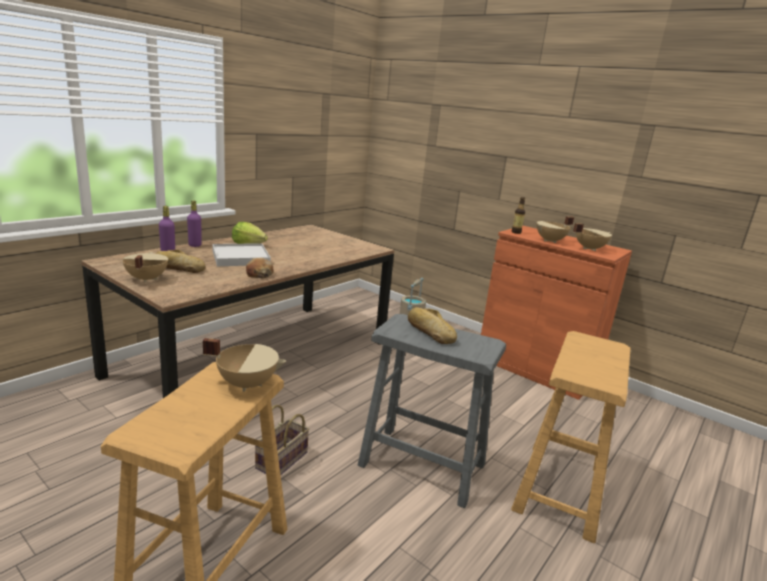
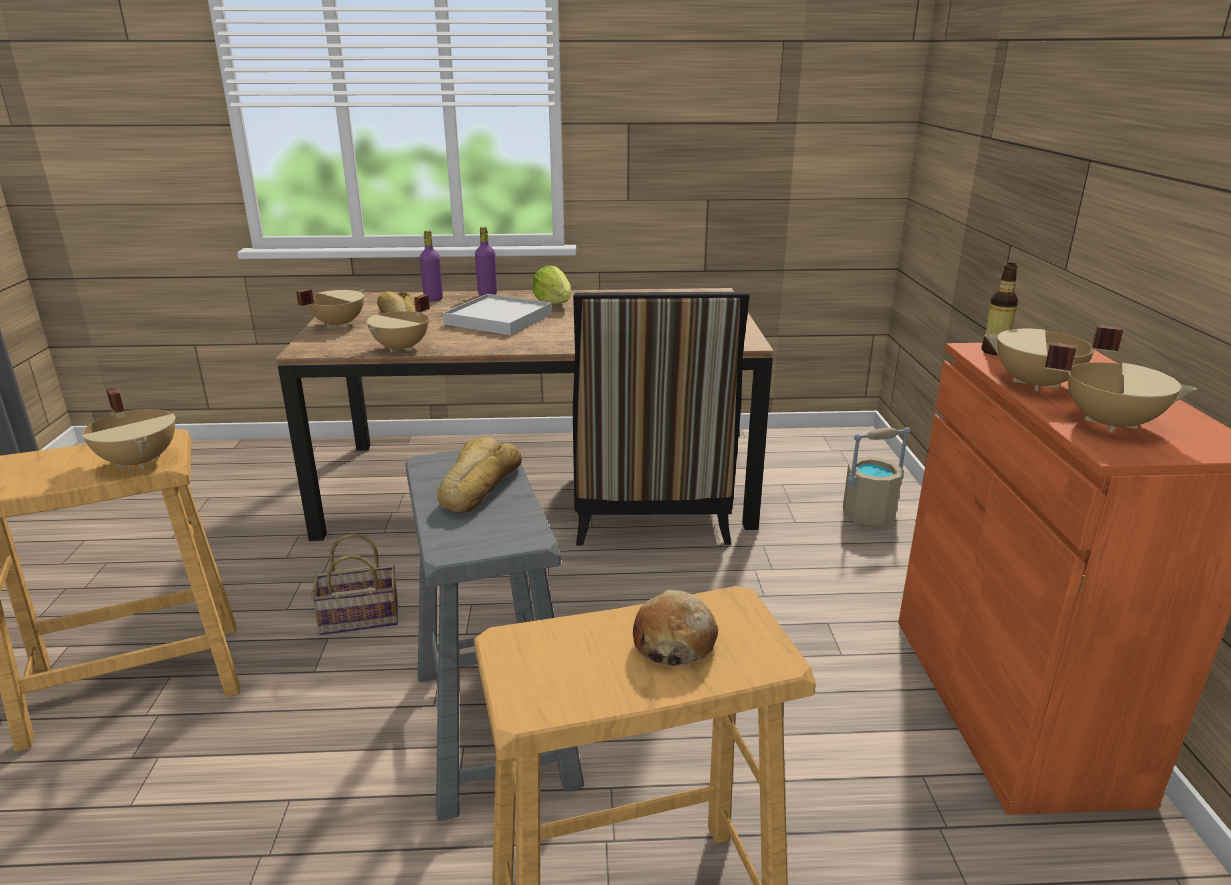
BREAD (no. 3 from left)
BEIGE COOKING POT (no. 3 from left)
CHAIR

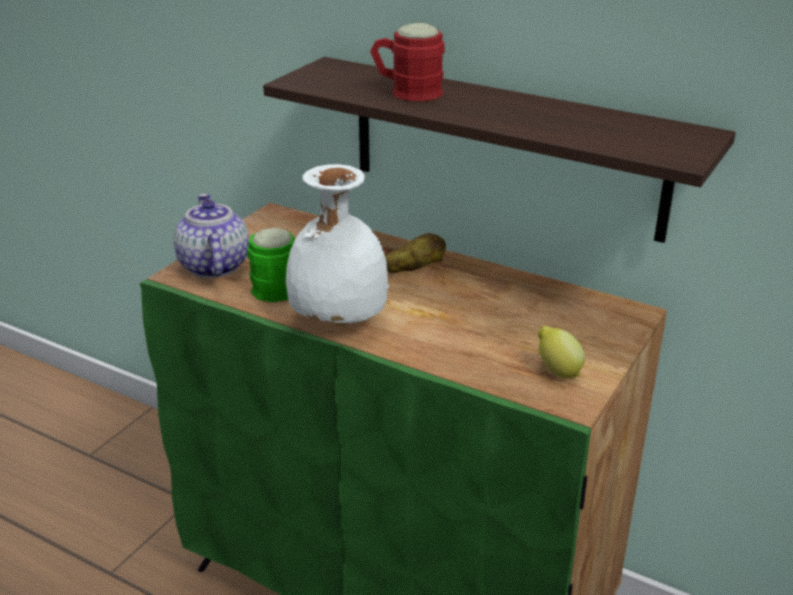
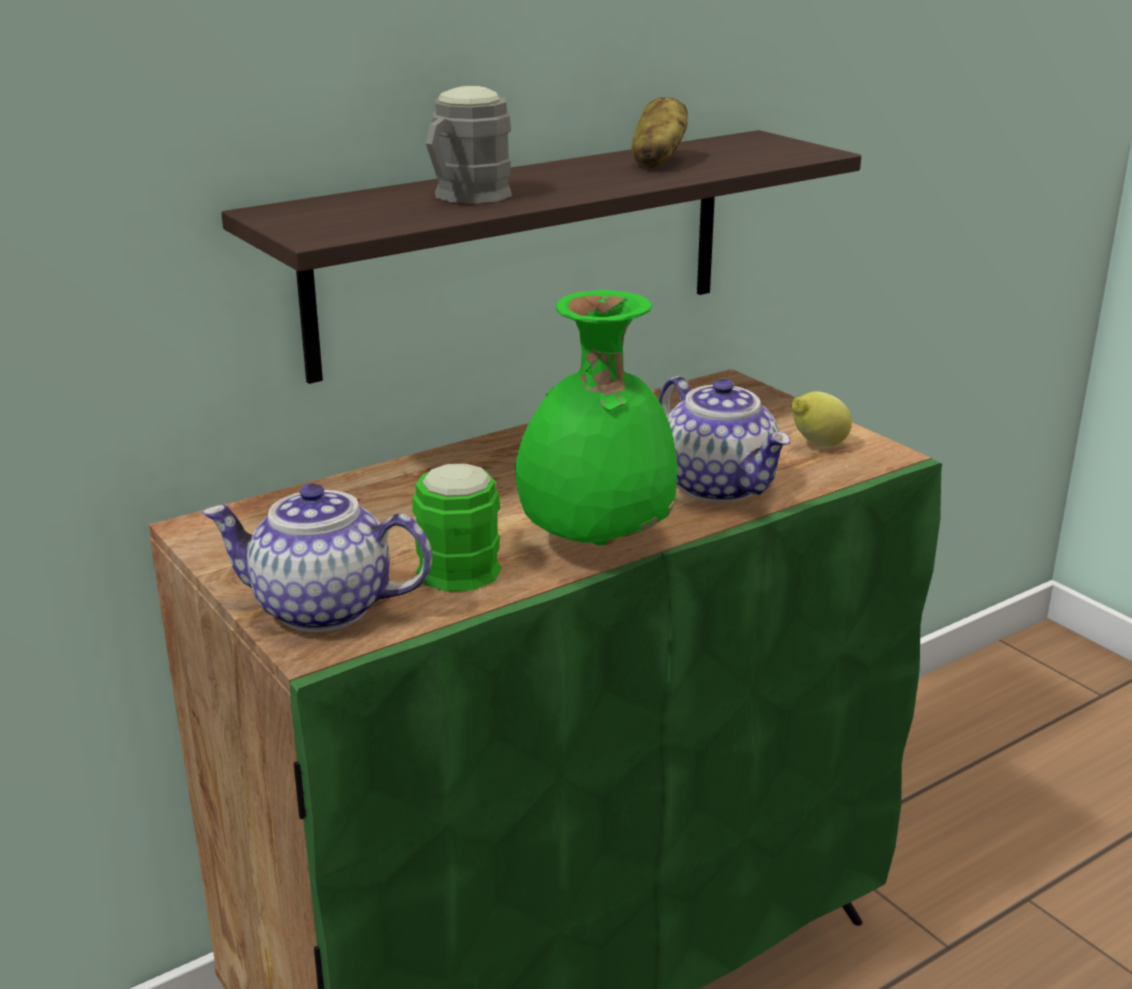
GREEN VASE
GREY MUG
POTATO
TEAPOT (no. 2 from left)

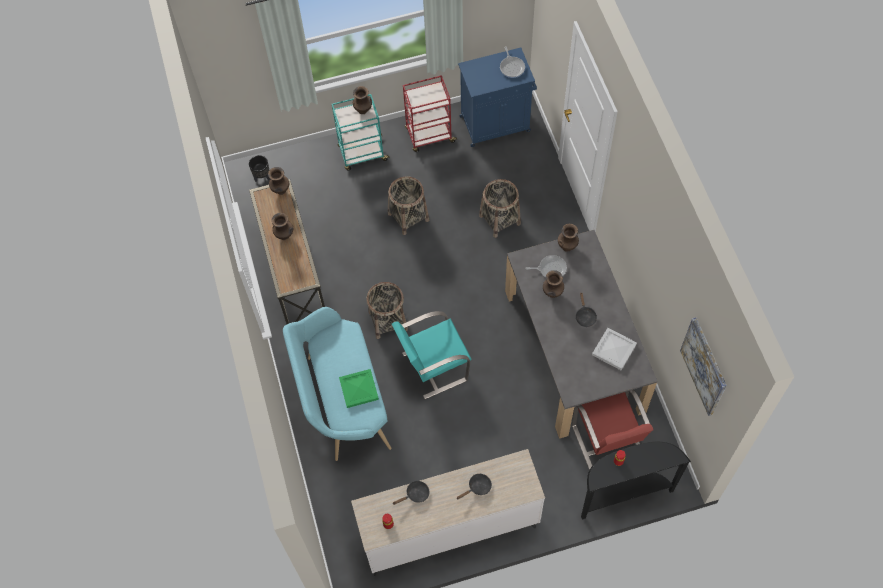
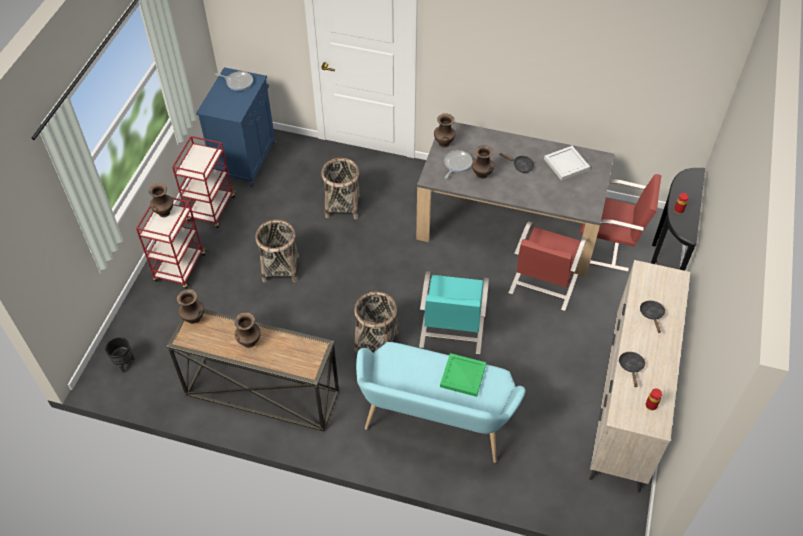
RED CART (no. 1 from left)
PICTURE
RED CHAIR (no. 1 from left)

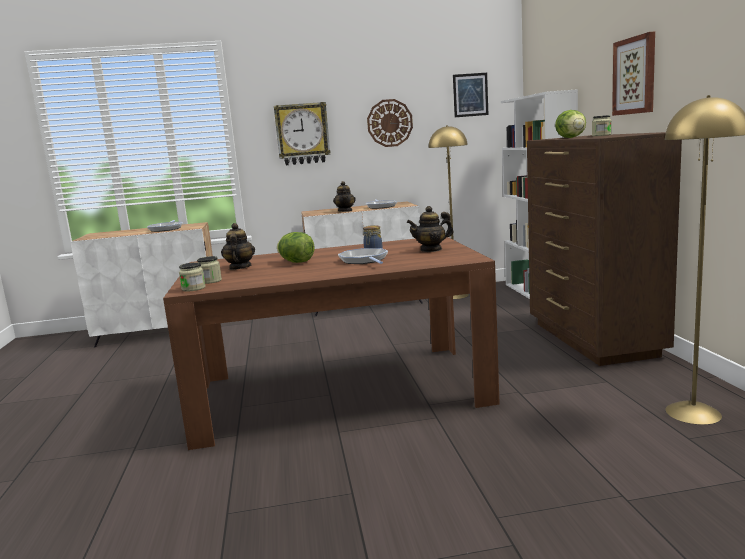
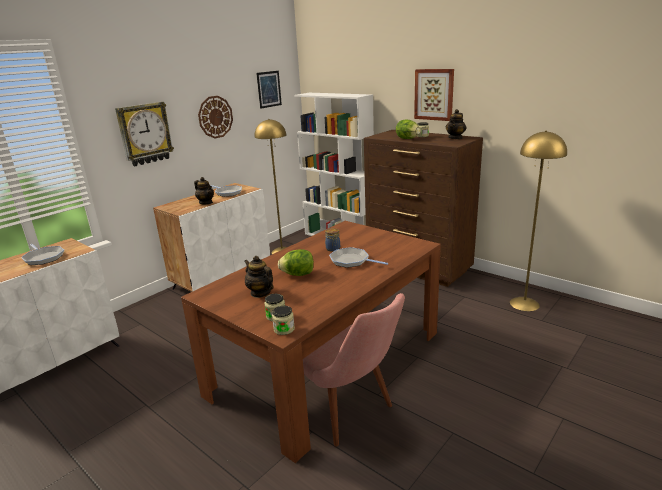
TEAPOT (no. 3 from left)
PINK CHAIR

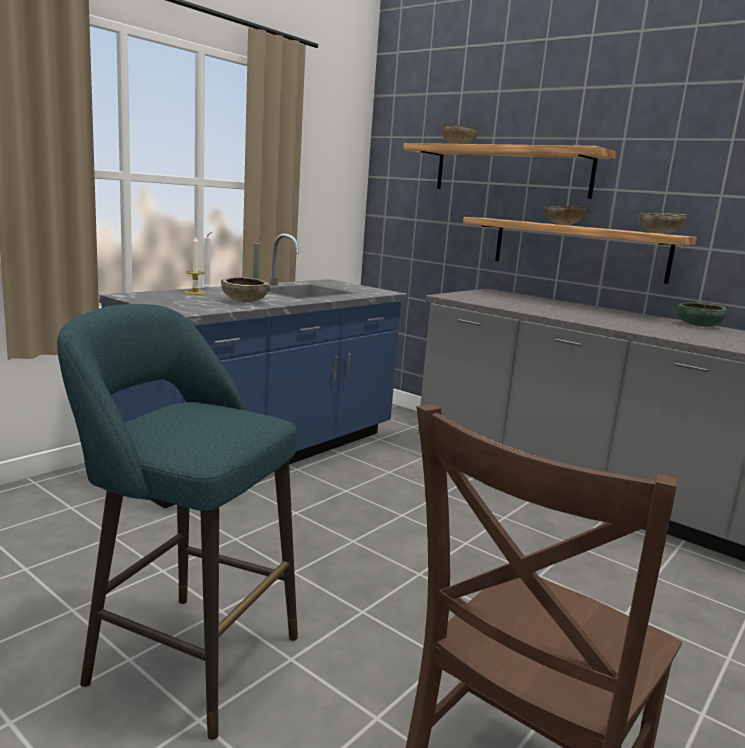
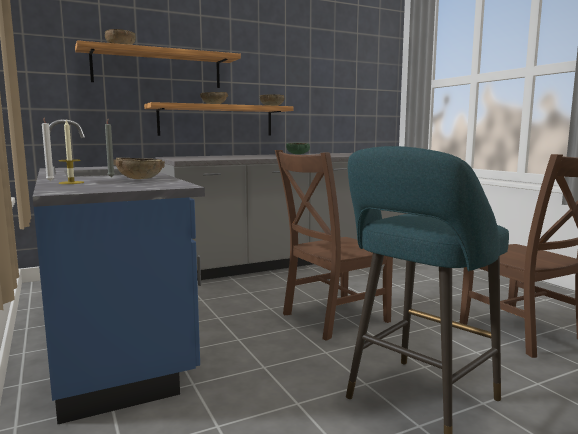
BROWN CHAIR (no. 1 from left)

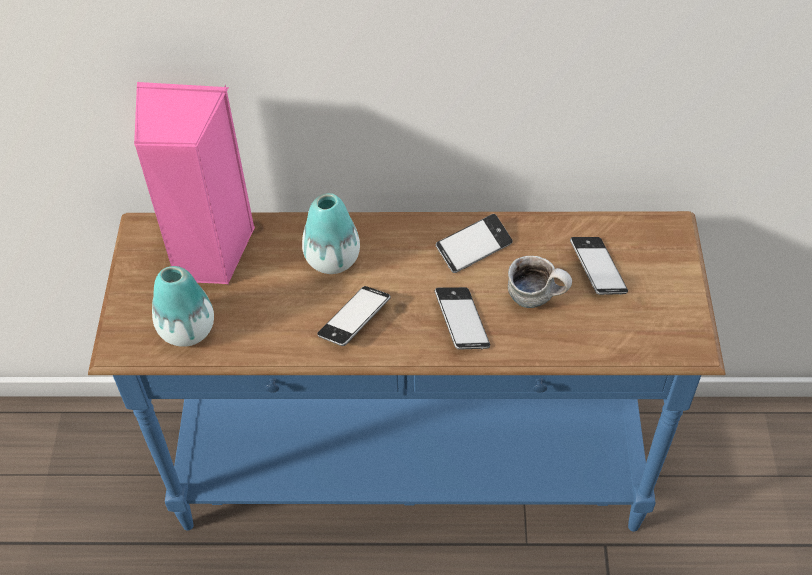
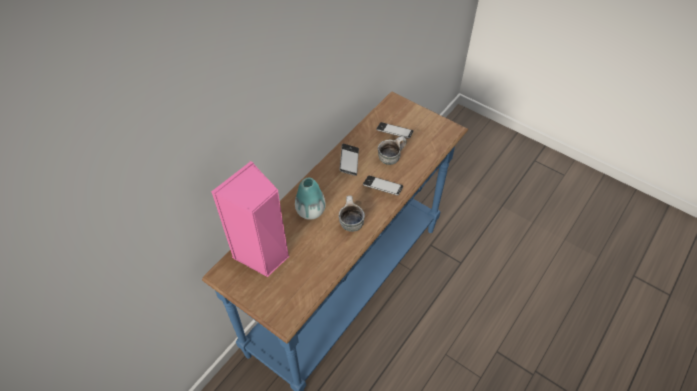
VASE (no. 1 from left in the first image)
MUG (no. 1 from left)

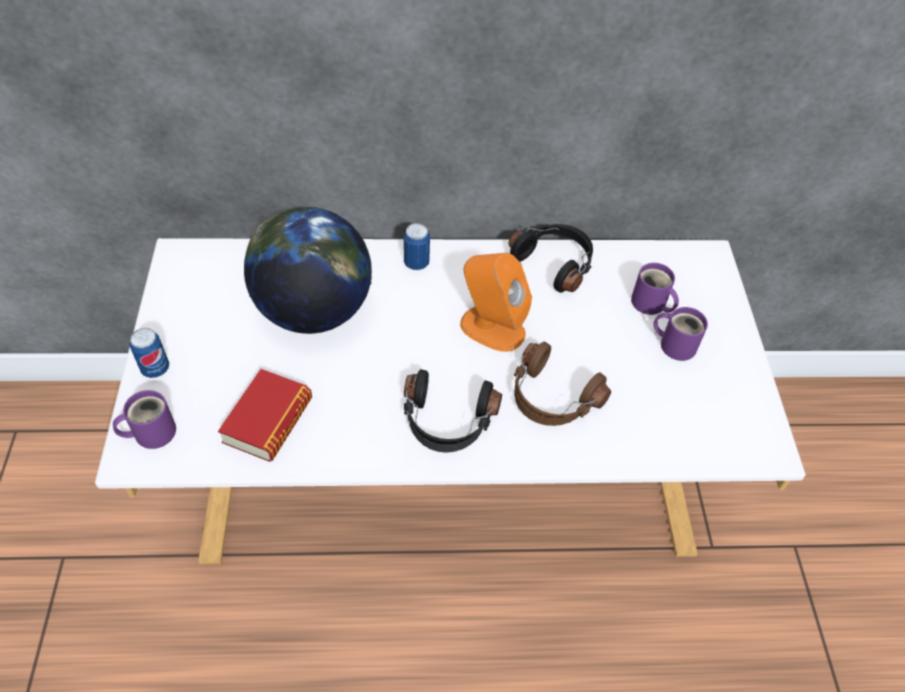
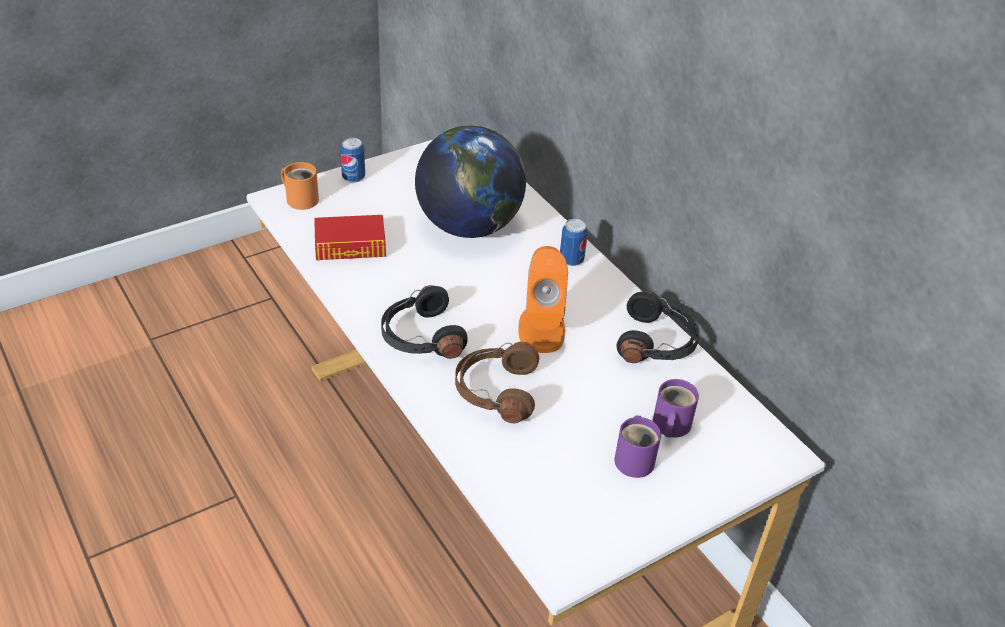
ORANGE MUG

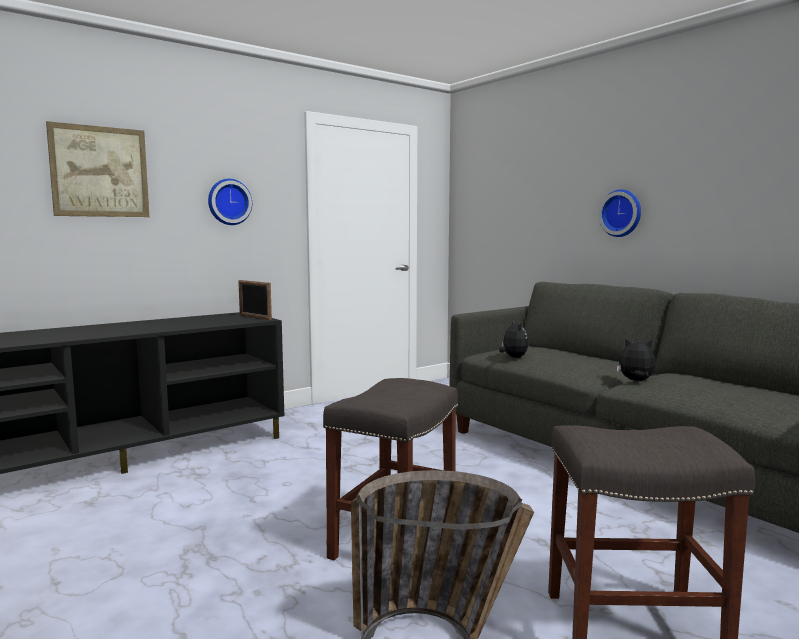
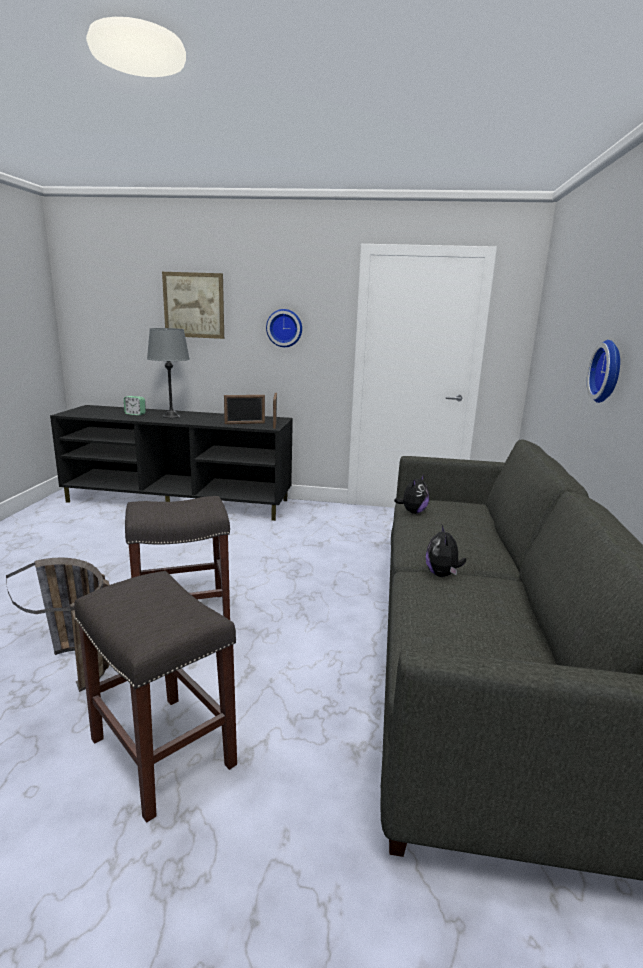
PLUSH TOY (no. 2 from left)
ALARM CLOCK
GREY TABLE LAMP
PICTURE FRAME (no. 1 from left)

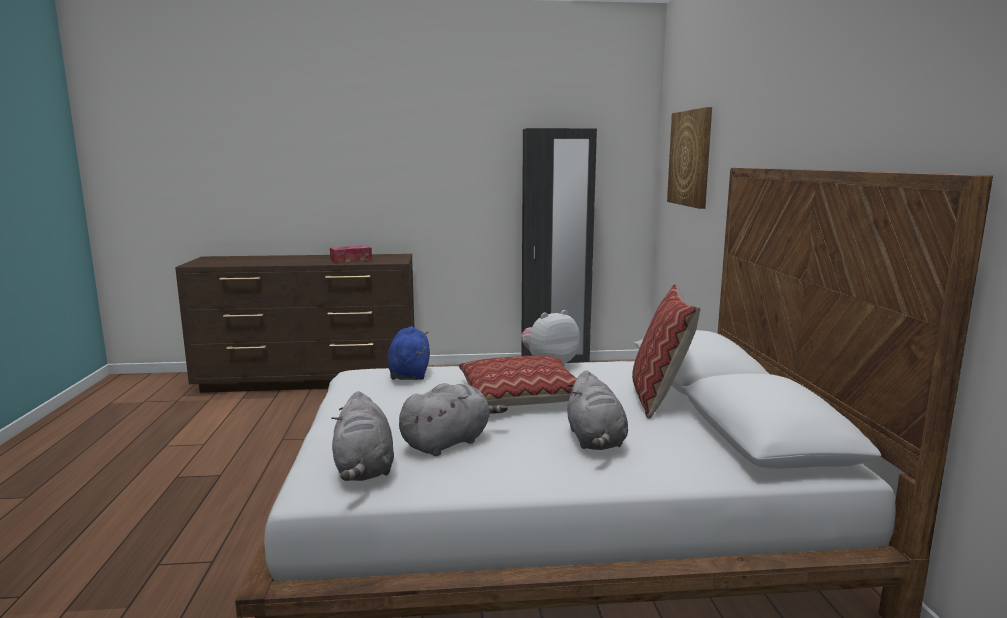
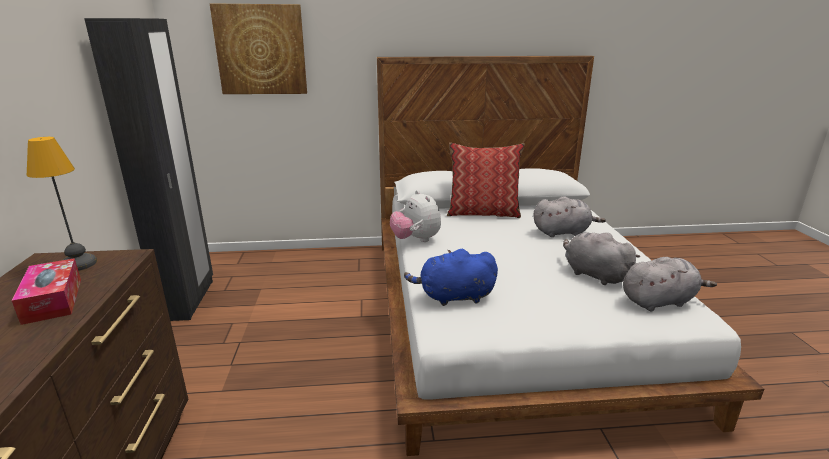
PILLOW (no. 1 from left in the first image)
TABLE LAMP

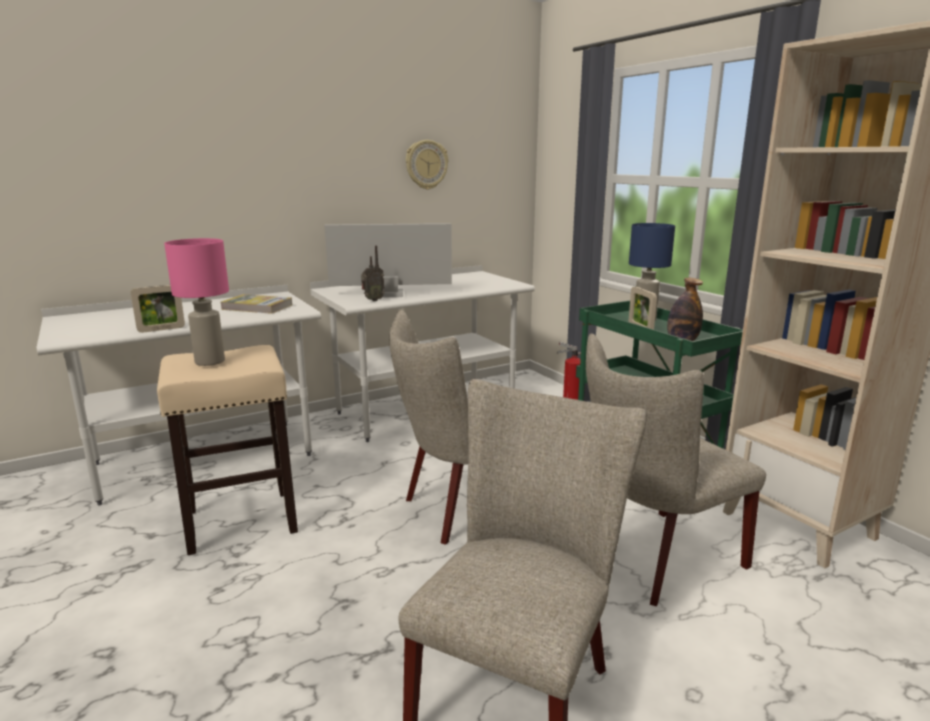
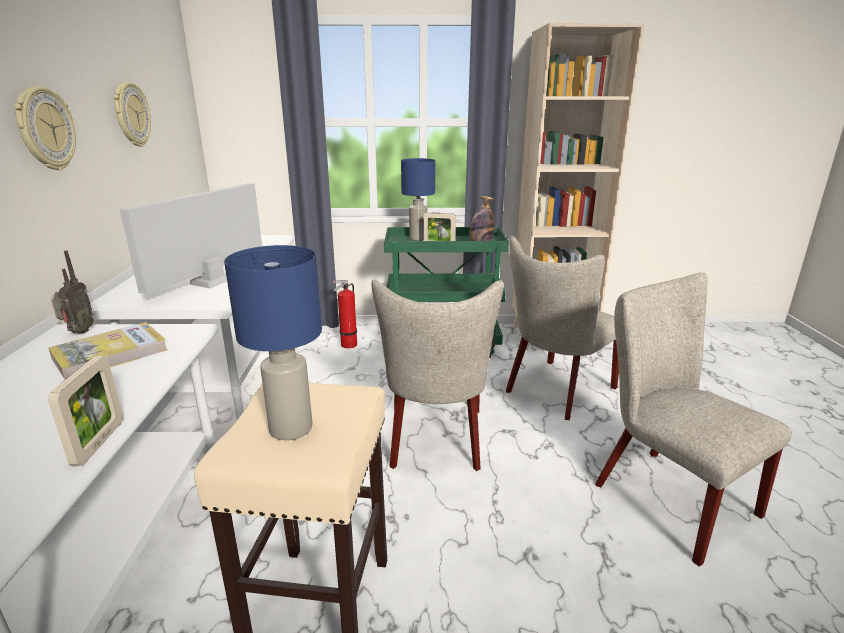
BLUE TABLE LAMP (no. 1 from left)
RADIO
BEIGE CHAIR (no. 2 from left)
WALL CLOCK (no. 1 from left)

